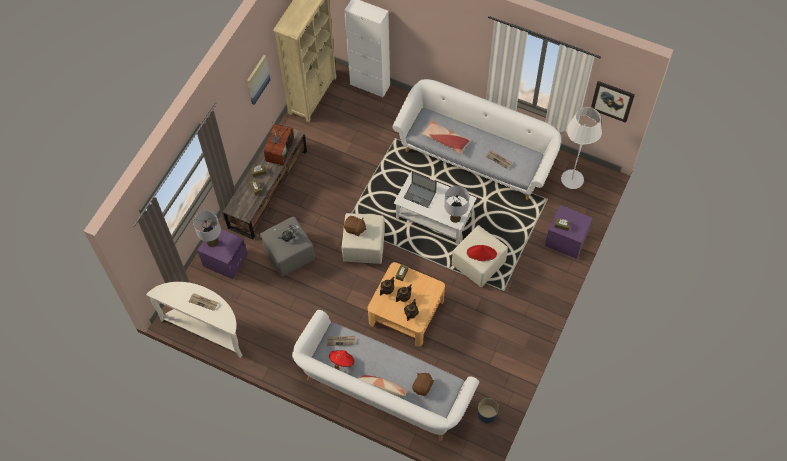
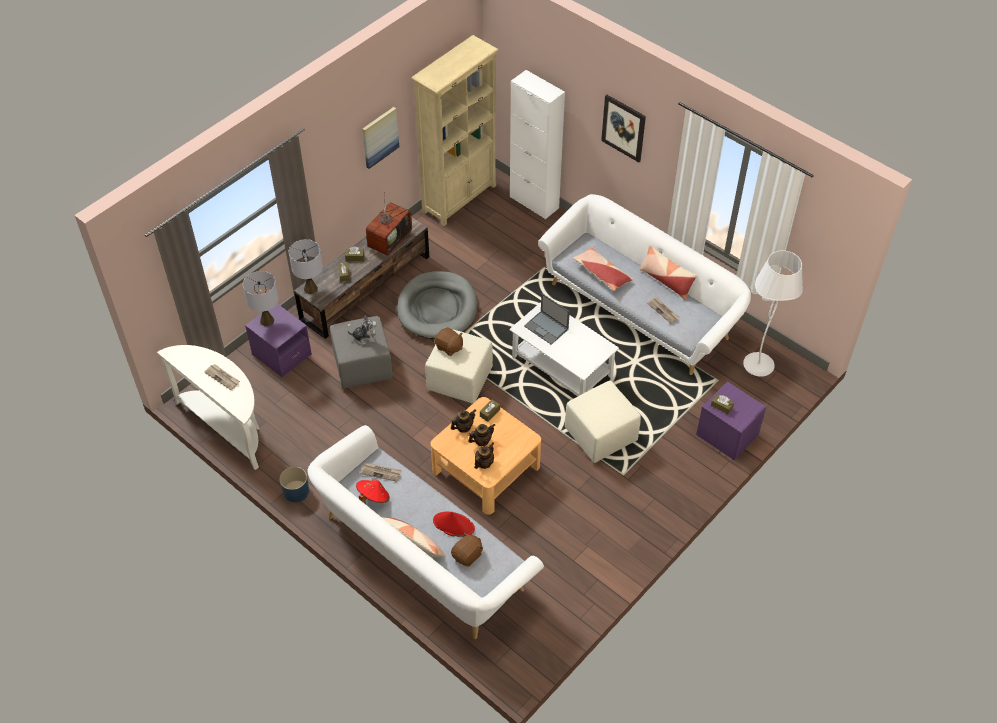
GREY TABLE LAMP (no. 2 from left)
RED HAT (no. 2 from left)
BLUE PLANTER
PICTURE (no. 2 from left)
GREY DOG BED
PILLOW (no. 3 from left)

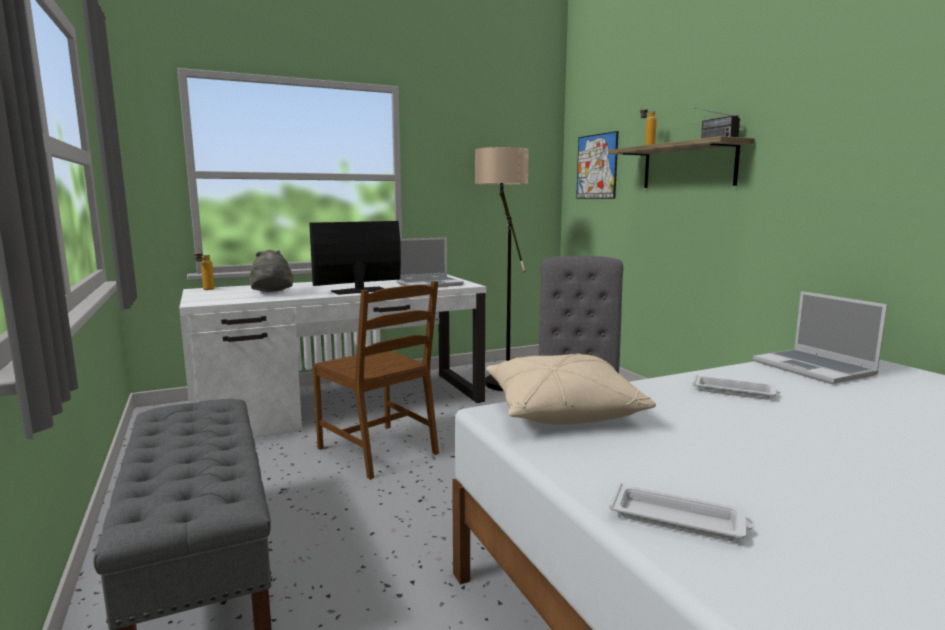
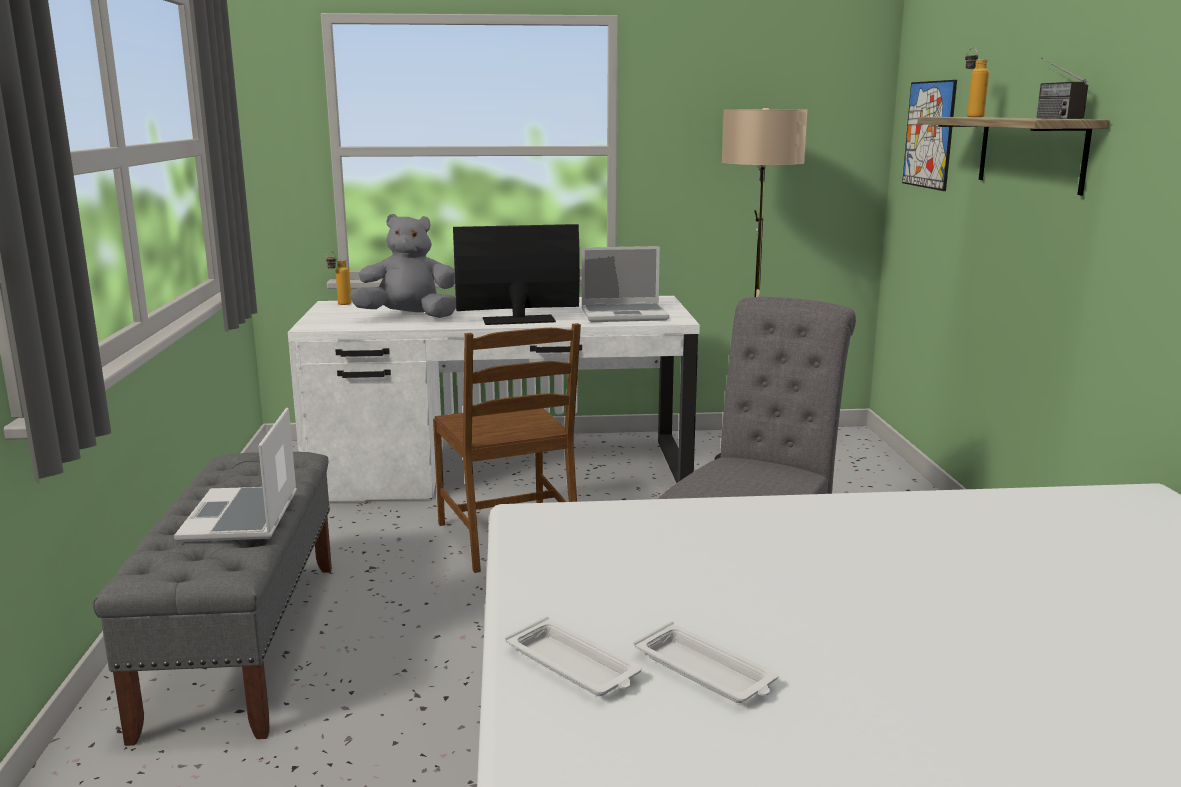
GREY PLUSH TOY
BEIGE PILLOW
WHITE TRAY (no. 2 from left)
LAPTOP (no. 1 from left)

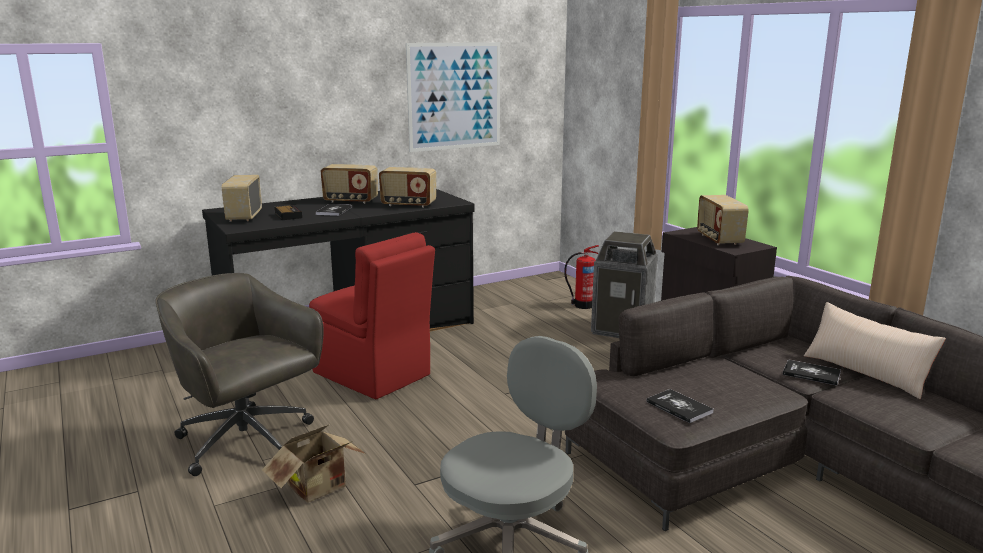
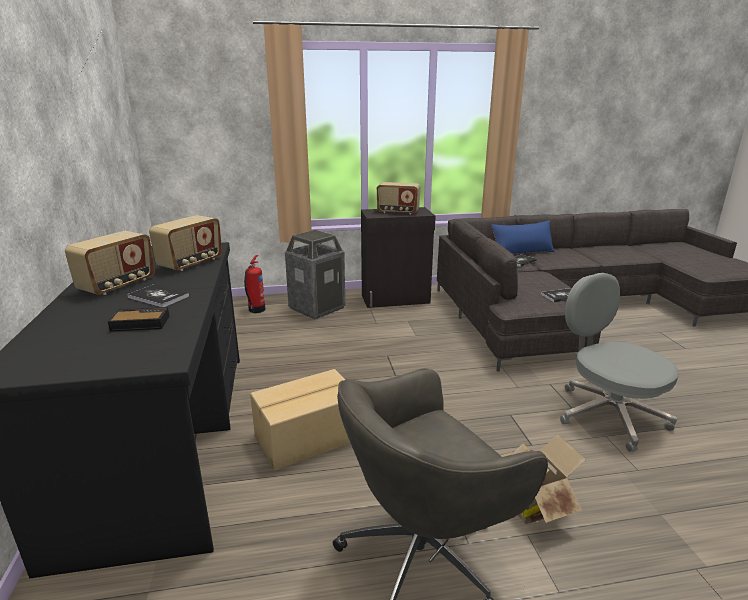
RADIO (no. 1 from left in the first image)
CARDBOARD BOX (no. 1 from left)
PICTURE
BLUE PILLOW

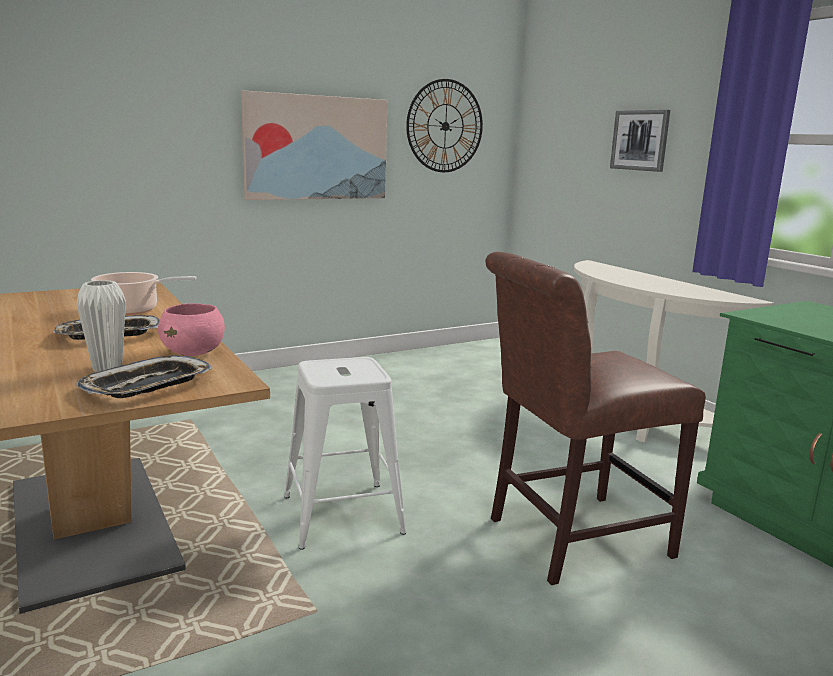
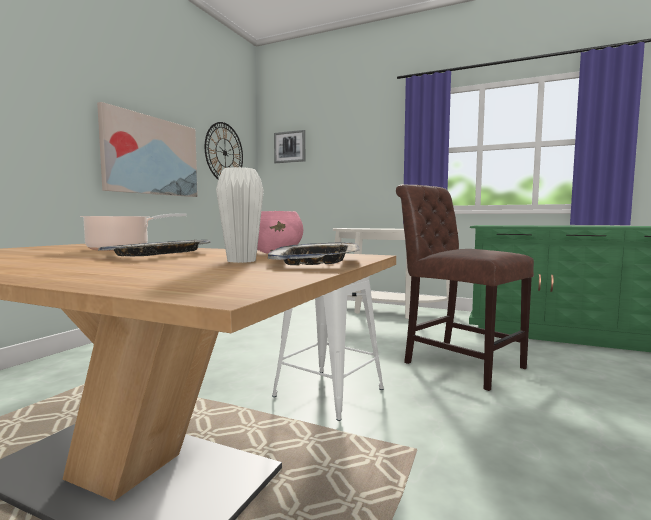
BROWN CHAIR
PICTURE (no. 2 from left)

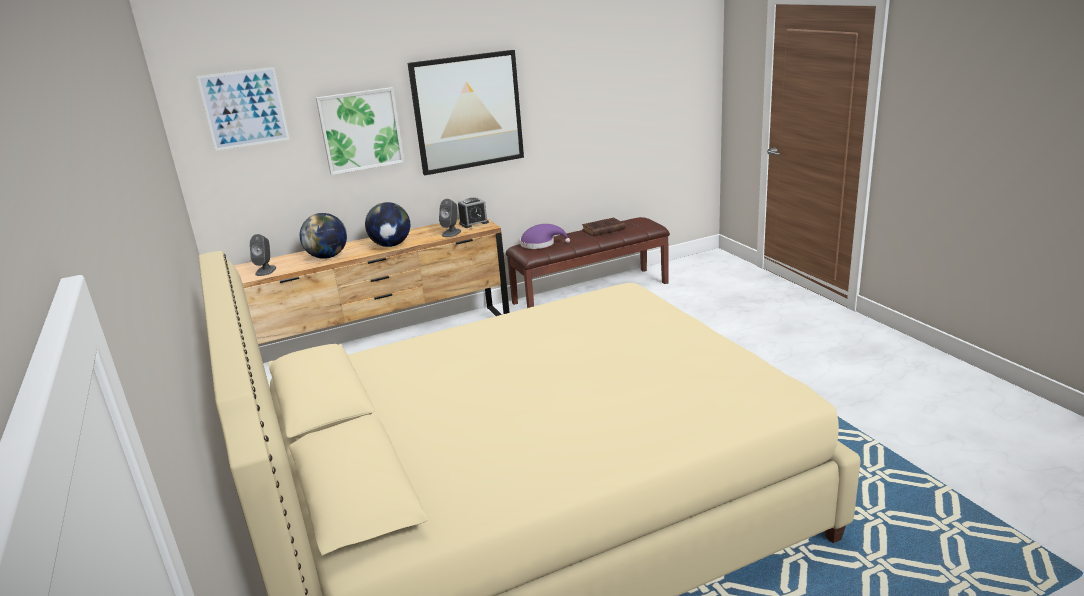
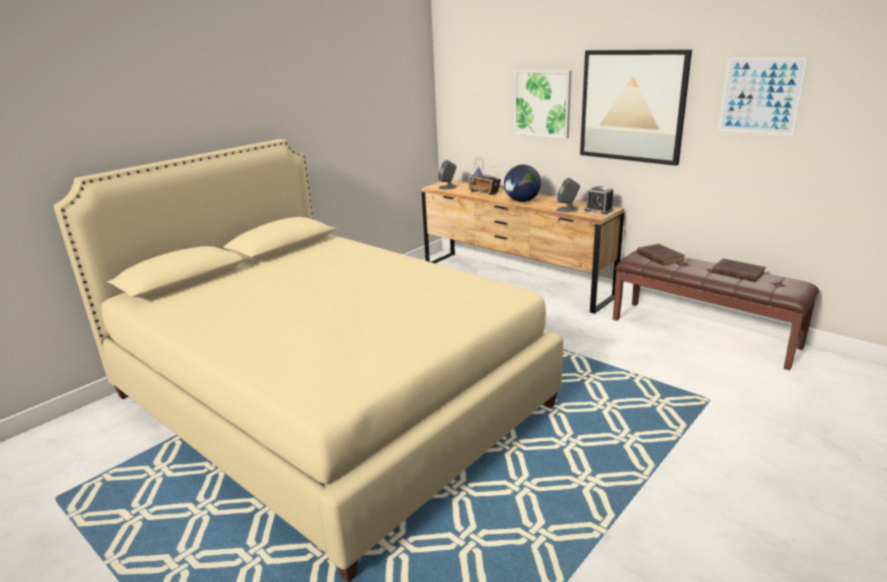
PICTURE (no. 3 from left)
RADIO
BROWN BOOK (no. 1 from left)

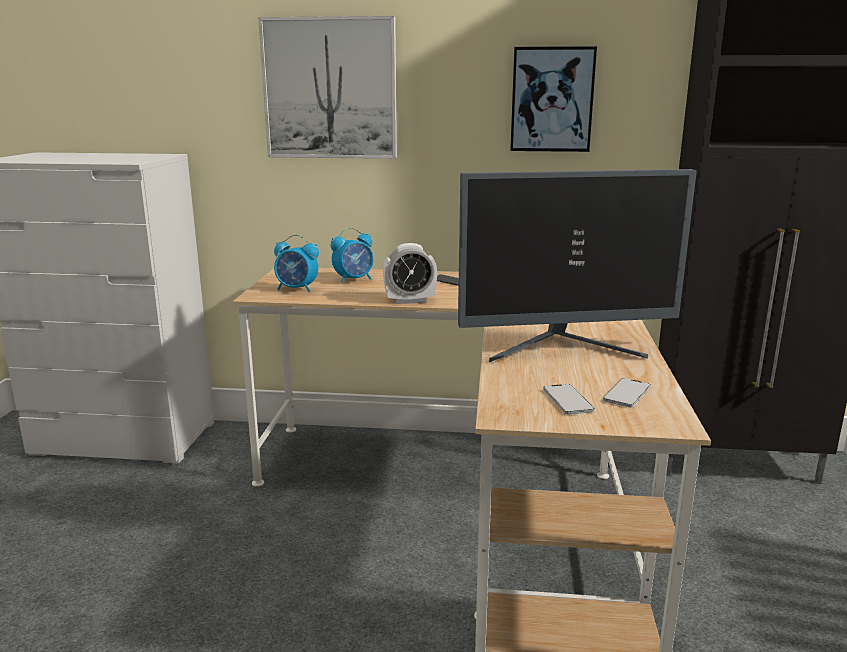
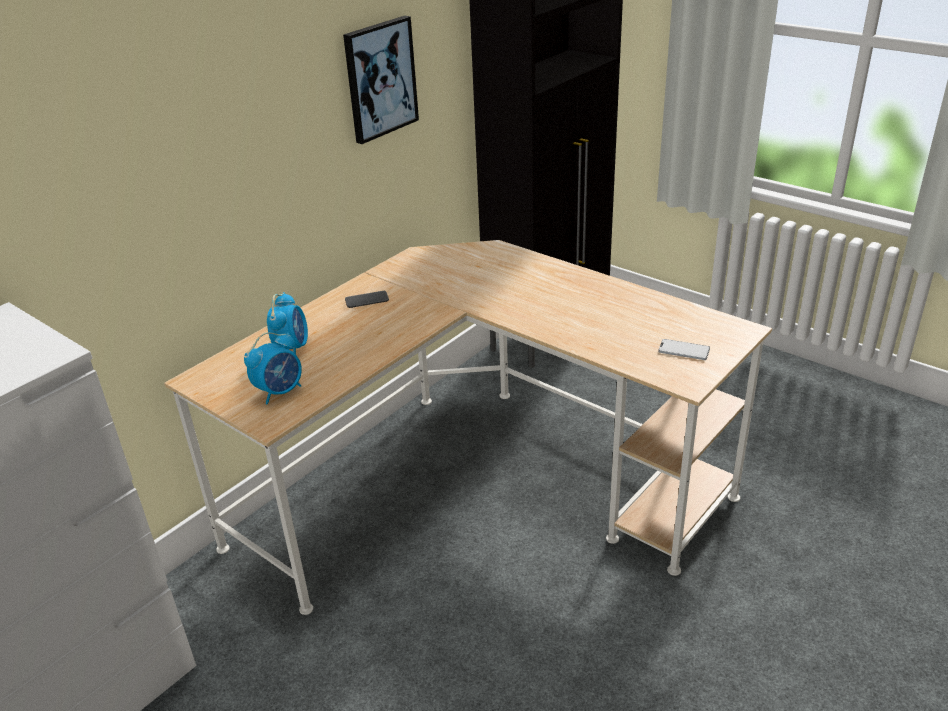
PICTURE (no. 1 from left in the first image)
ALARM CLOCK (no. 3 from left in the first image)
MONITOR
PHONE (no. 3 from left in the first image)

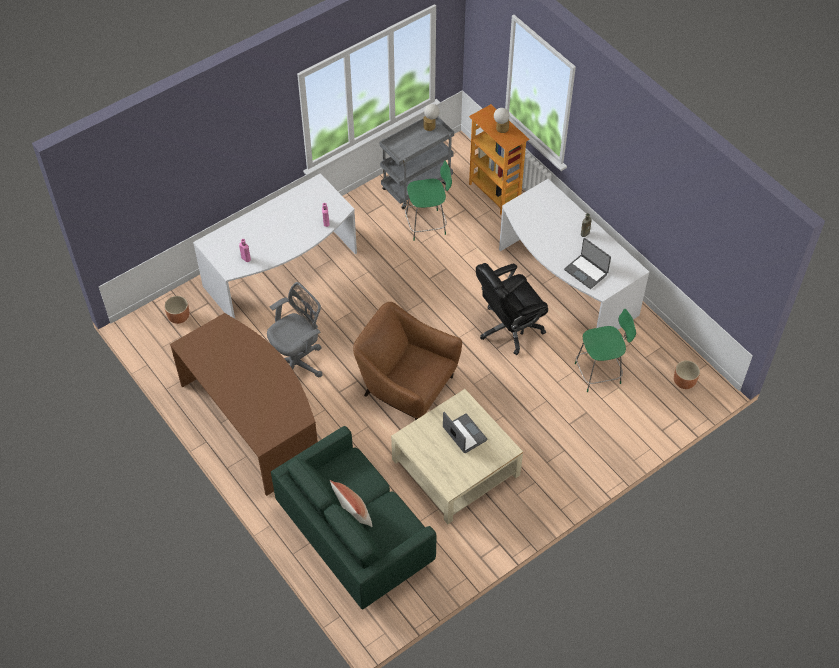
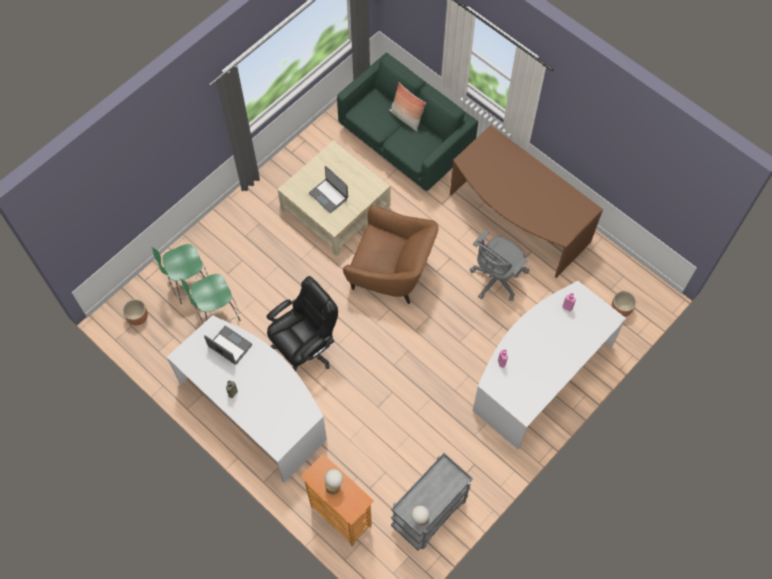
GREEN CHAIR (no. 1 from left)

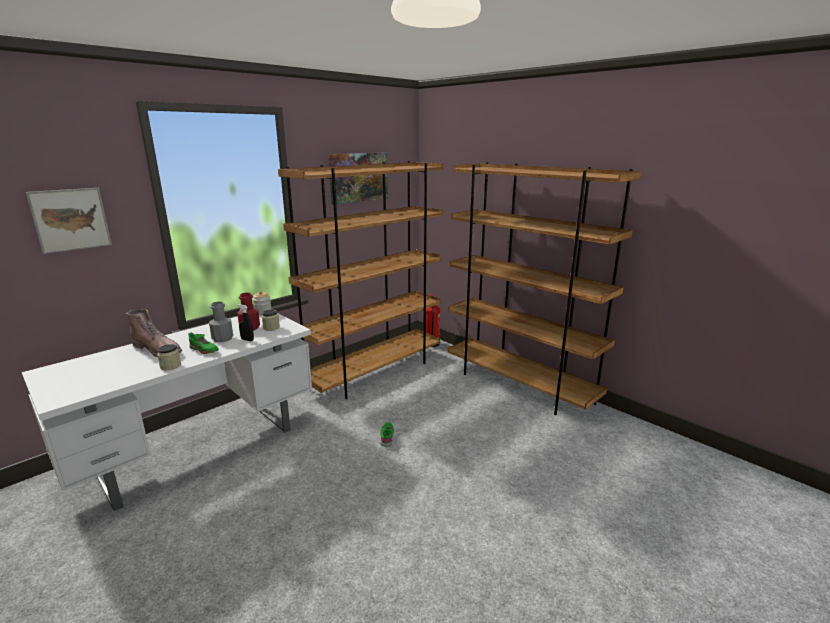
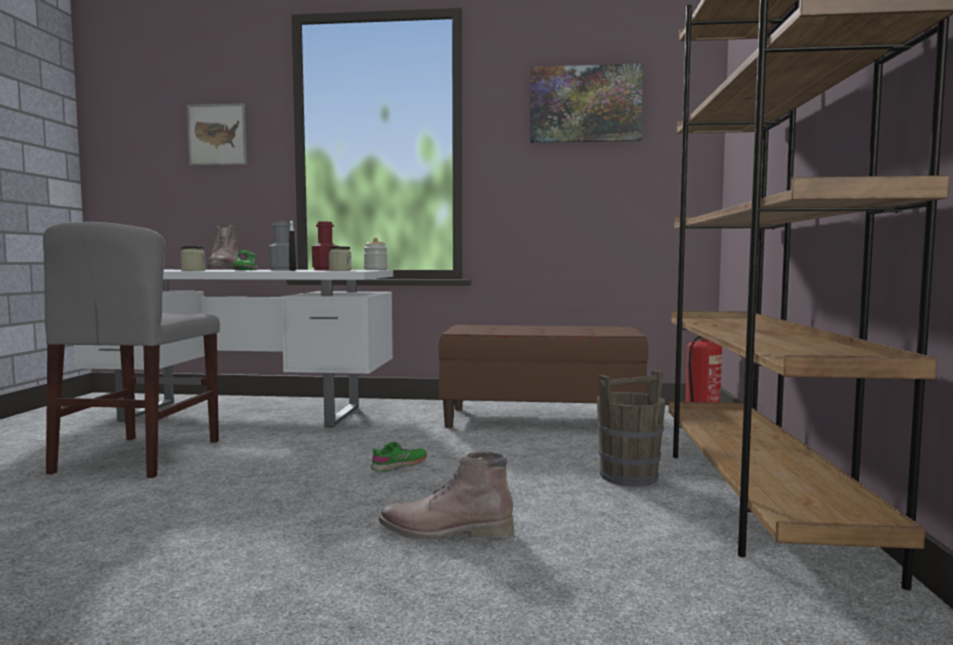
BROWN BENCH
GREY CHAIR
BROWN BOOT (no. 2 from left)
BROWN BUCKET

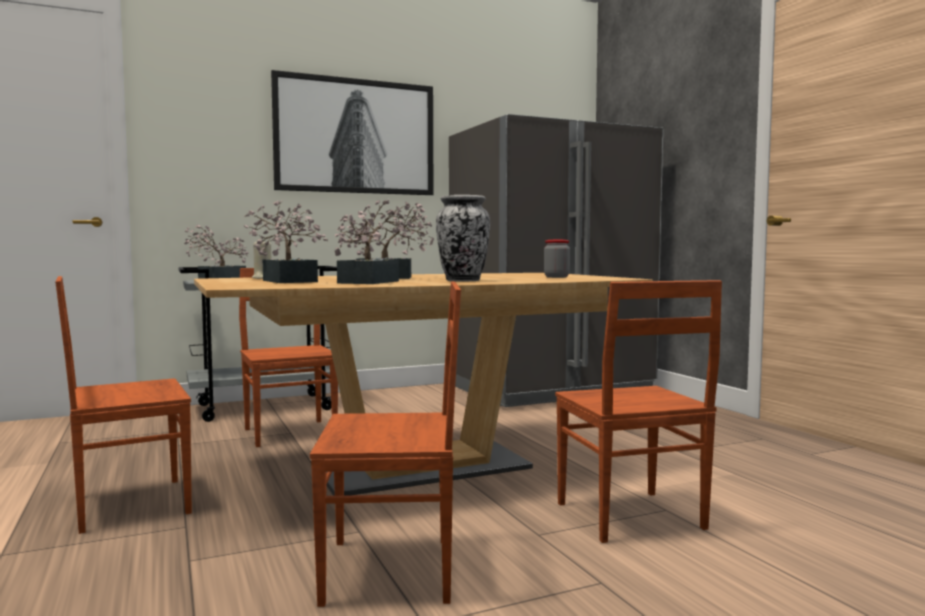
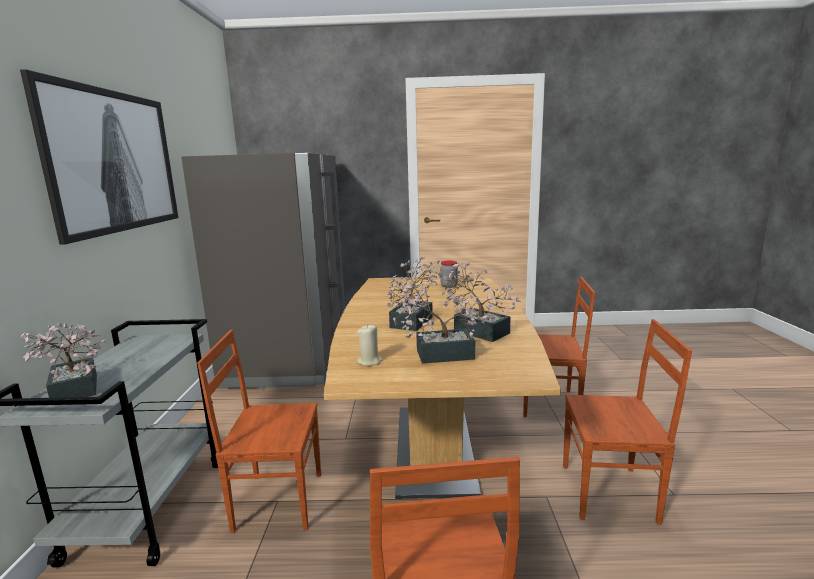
BROWN CHAIR (no. 4 from left)
VASE

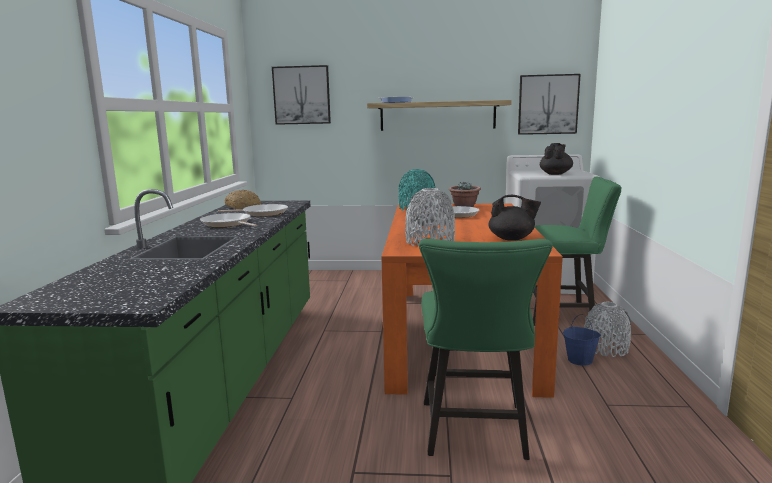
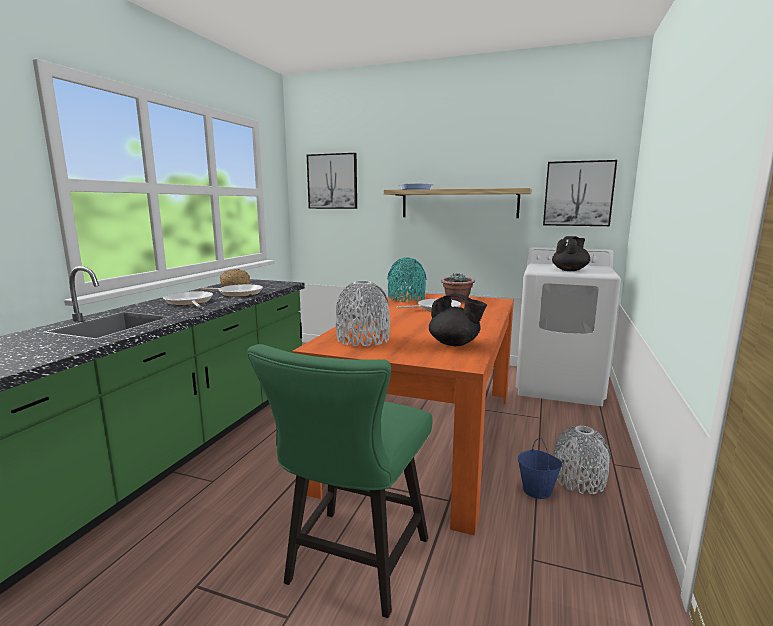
GREEN CHAIR (no. 2 from left in the first image)

